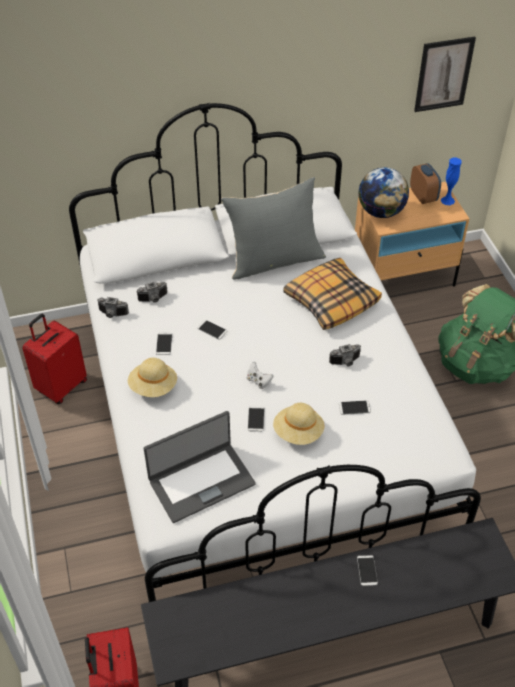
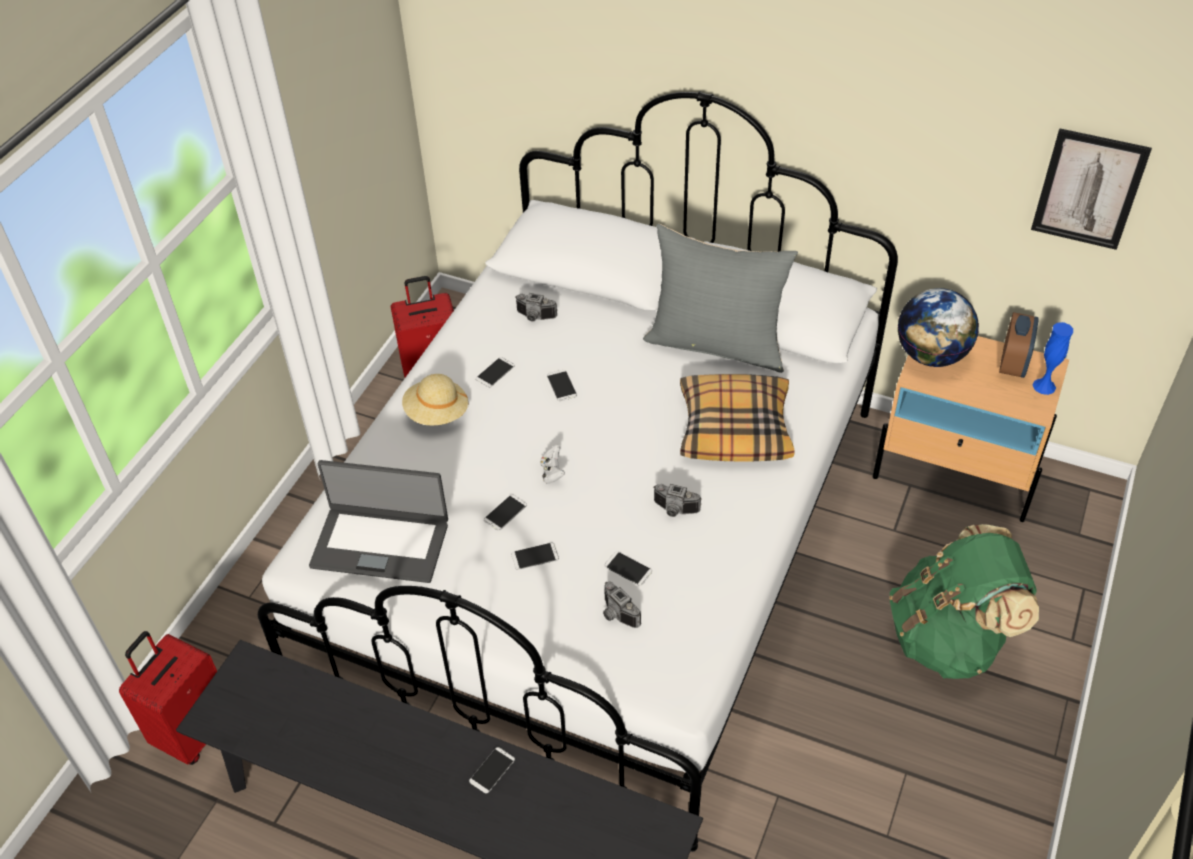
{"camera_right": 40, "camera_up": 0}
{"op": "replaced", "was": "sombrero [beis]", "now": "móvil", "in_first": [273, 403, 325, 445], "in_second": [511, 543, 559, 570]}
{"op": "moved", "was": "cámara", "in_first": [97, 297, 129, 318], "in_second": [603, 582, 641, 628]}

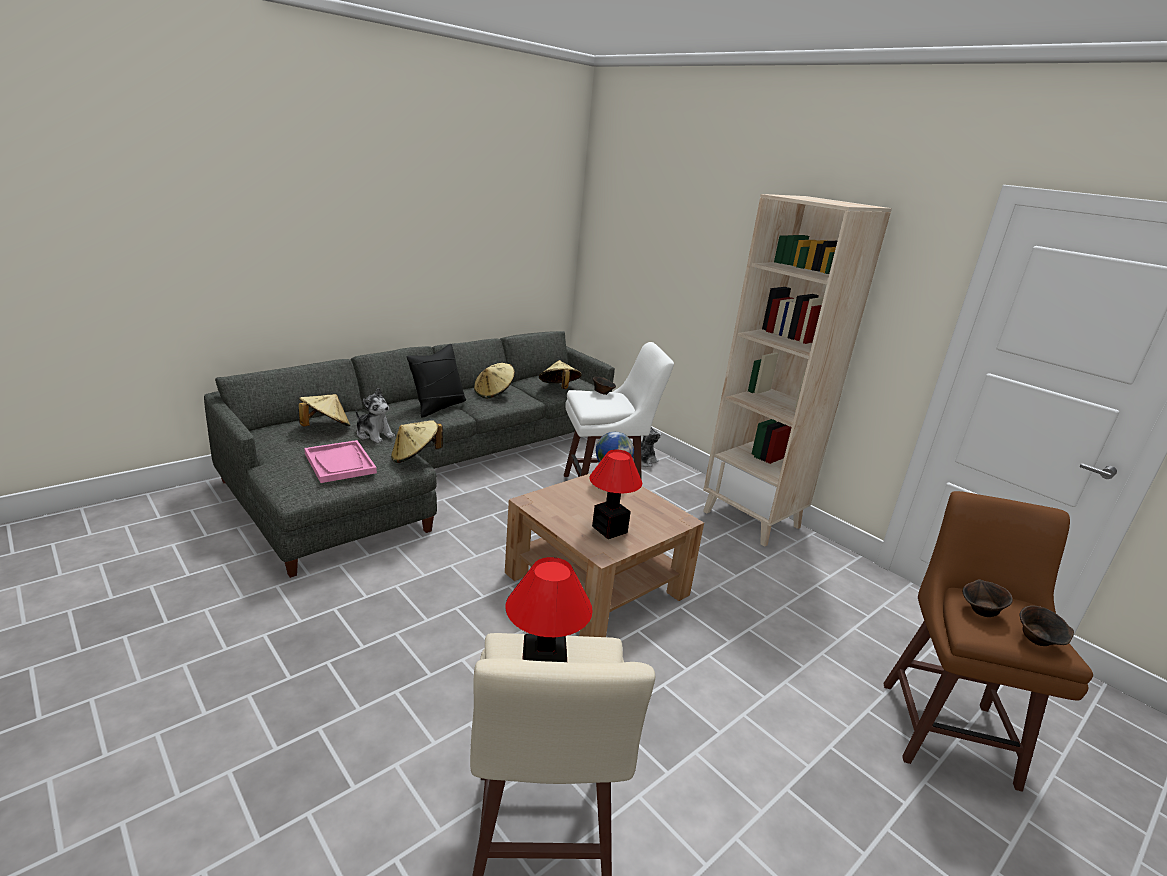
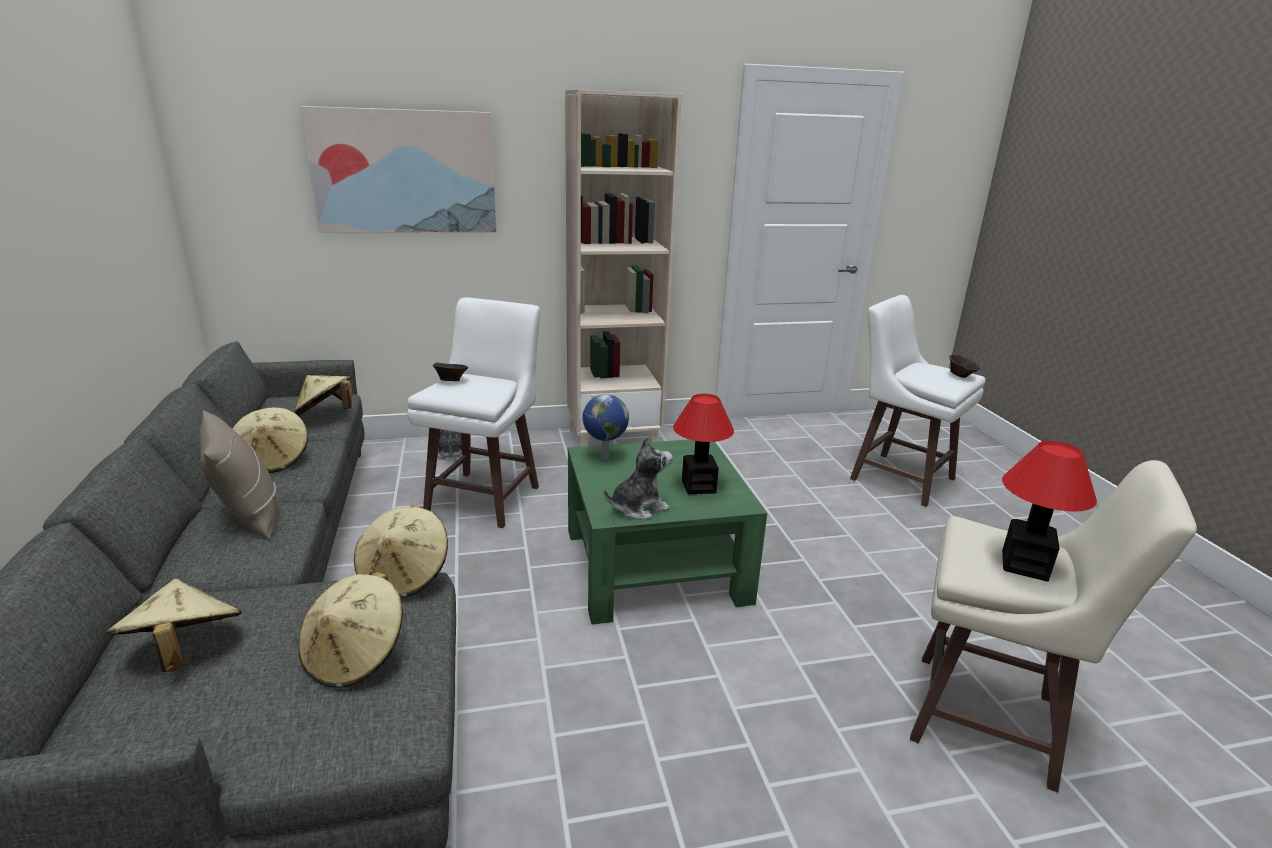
{"camera_right": -60, "camera_up": 0}
{"op": "recoloured", "was": "cojín [negro]", "now": "cojín [beis]", "in_first": [406, 344, 466, 418], "in_second": [200, 410, 276, 540]}
{"op": "replaced", "was": "bandeja [rosa]", "now": "sombrero [beis]", "in_first": [304, 440, 377, 483], "in_second": [298, 572, 403, 688]}
{"op": "added", "now": "cuadro", "in_second": [300, 106, 497, 233]}
{"op": "recoloured", "was": "mesa de centro [marrón]", "now": "mesa de centro [verde]", "in_first": [505, 473, 704, 637], "in_second": [568, 440, 767, 625]}
{"op": "moved", "was": "peluche", "in_first": [355, 388, 395, 443], "in_second": [604, 437, 673, 520]}
{"op": "recoloured", "was": "taburete [marrón]", "now": "taburete [blanco]", "in_first": [883, 491, 1093, 792], "in_second": [850, 295, 986, 507]}
{"op": "removed", "was": "cuenco [marrón]", "in_first": [962, 579, 1013, 617]}

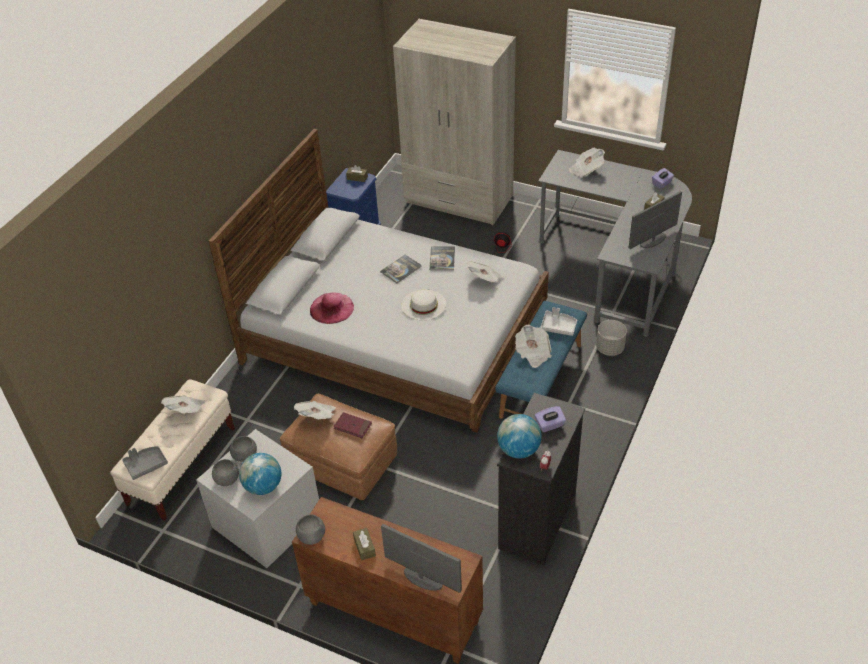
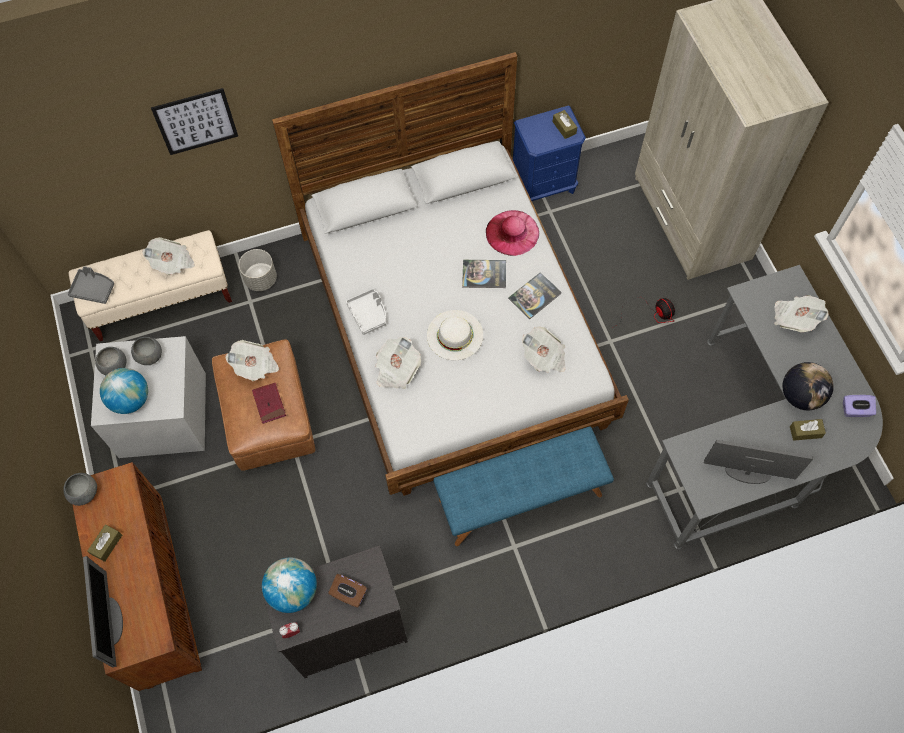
{"camera_right": 45, "camera_up": 20}
{"op": "added", "now": "cuadro", "in_second": [151, 88, 238, 155]}
{"op": "moved", "was": "maceta [gris]", "in_first": [596, 320, 627, 356], "in_second": [239, 249, 277, 291]}
{"op": "recoloured", "was": "caja de pañuelos [morado]", "now": "caja de pañuelos [marrón]", "in_first": [535, 406, 566, 432], "in_second": [328, 574, 367, 608]}
{"op": "moved", "was": "bandeja [gris]", "in_first": [540, 307, 577, 336], "in_second": [346, 289, 386, 335]}
{"op": "moved", "was": "periódico", "in_first": [515, 325, 552, 368], "in_second": [375, 337, 421, 389]}
{"op": "moved", "was": "sombrero [rosa]", "in_first": [310, 293, 354, 324], "in_second": [486, 210, 539, 256]}
{"op": "added", "now": "globo terráqueo", "in_second": [783, 362, 834, 410]}

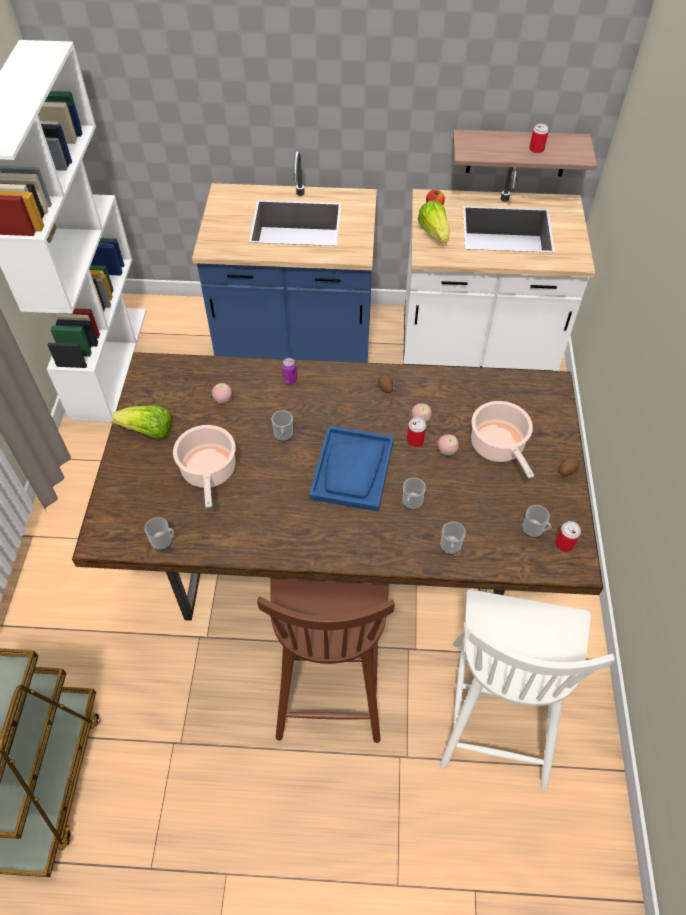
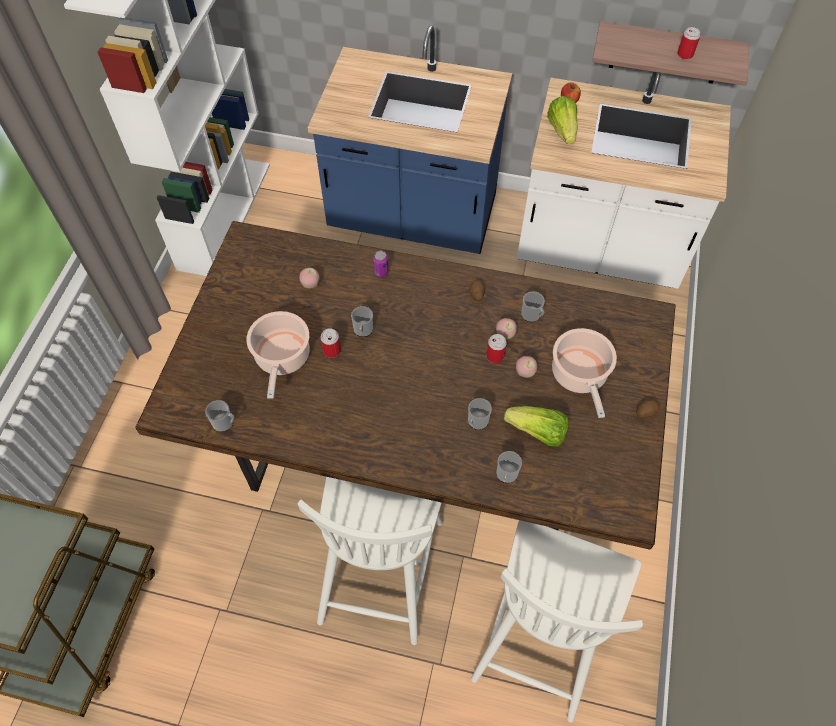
{"camera_right": 10, "camera_up": 5}
{"op": "recoloured", "was": "silla [marrón]", "now": "silla [blanco]", "in_first": [257, 577, 395, 743], "in_second": [298, 477, 443, 645]}
{"op": "moved", "was": "lata", "in_first": [555, 521, 581, 552], "in_second": [321, 328, 341, 358]}
{"op": "moved", "was": "lechuga", "in_first": [112, 406, 172, 439], "in_second": [504, 406, 569, 446]}
{"op": "moved", "was": "taza grande", "in_first": [522, 505, 552, 538], "in_second": [521, 292, 545, 322]}
{"op": "removed", "was": "bandeja [azul]", "in_first": [309, 425, 394, 511]}

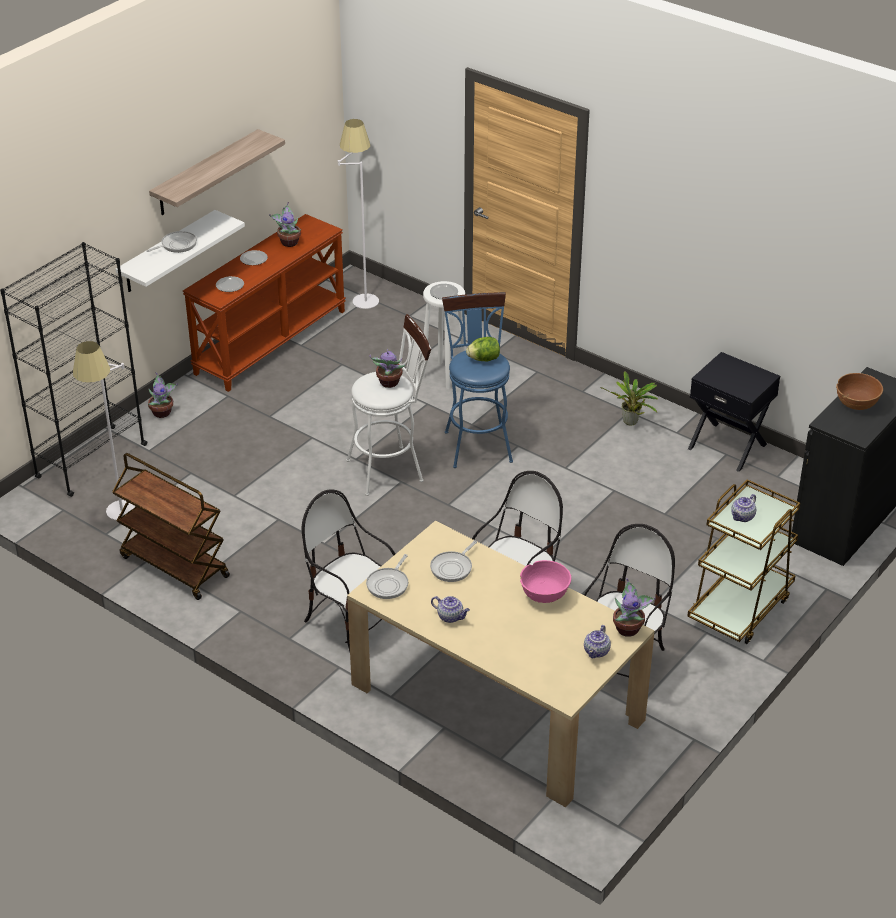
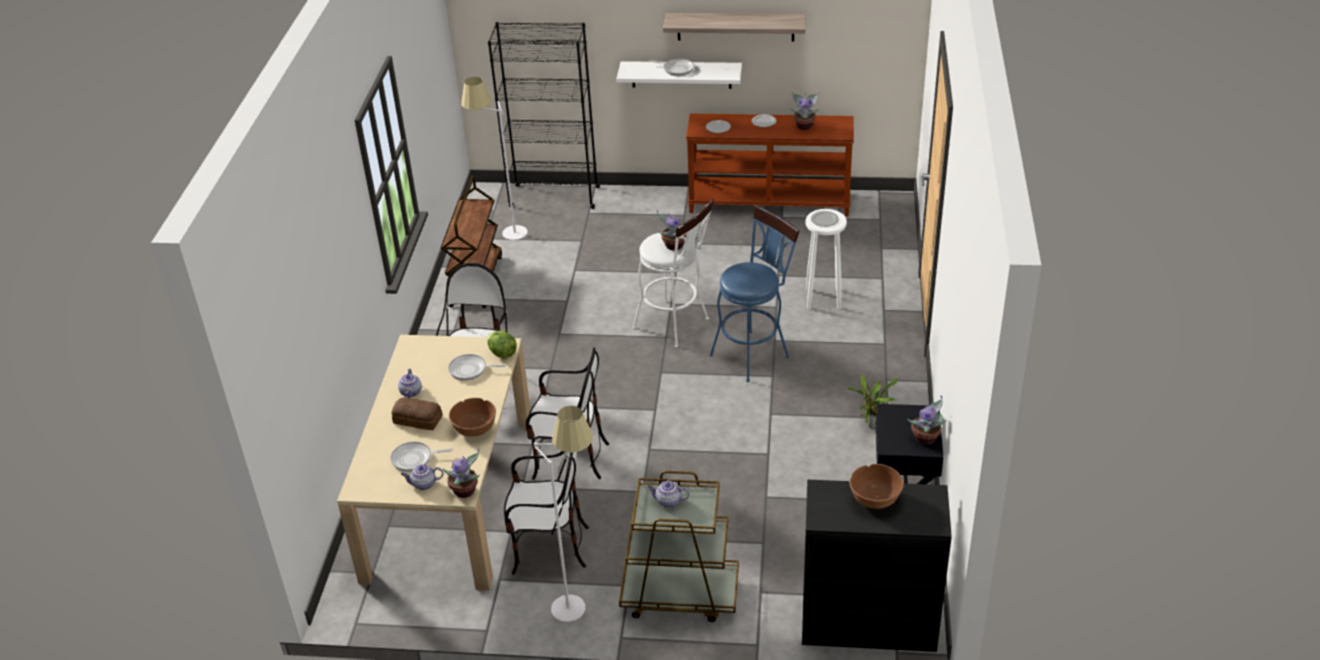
{"camera_right": 60, "camera_up": 0}
{"op": "added", "now": "pan", "in_second": [391, 397, 443, 430]}
{"op": "moved", "was": "sartén", "in_first": [366, 554, 408, 599], "in_second": [391, 442, 453, 472]}
{"op": "recoloured", "was": "cuenco [rosa]", "now": "cuenco [marrón]", "in_first": [520, 560, 571, 603], "in_second": [449, 398, 496, 437]}
{"op": "moved", "was": "lechuga", "in_first": [466, 337, 500, 361], "in_second": [487, 331, 517, 359]}
{"op": "moved", "was": "lámpara de pie [blanco]", "in_first": [338, 119, 379, 309], "in_second": [534, 406, 593, 622]}
{"op": "moved", "was": "planta en maceta", "in_first": [148, 373, 178, 418], "in_second": [907, 395, 946, 445]}

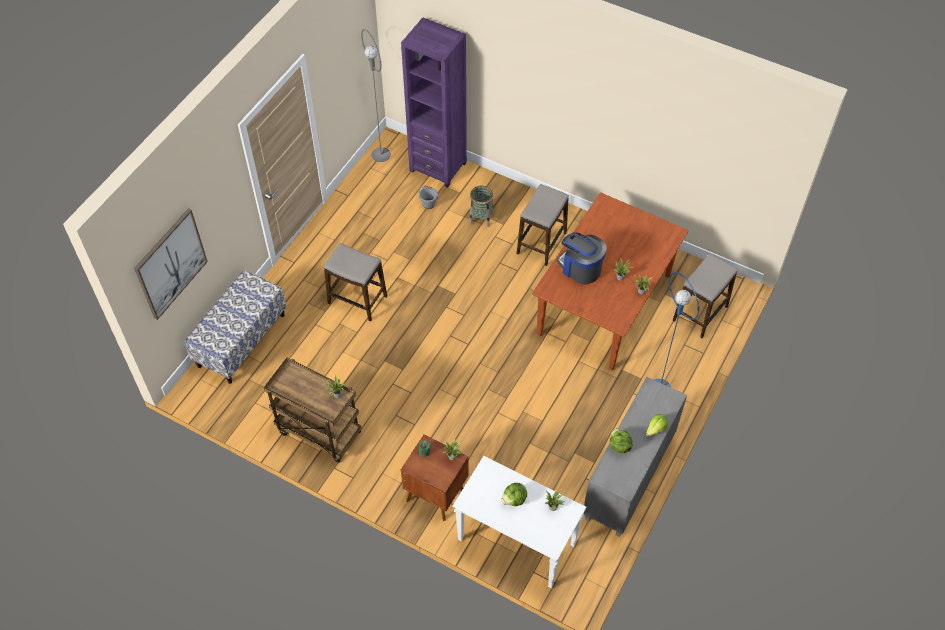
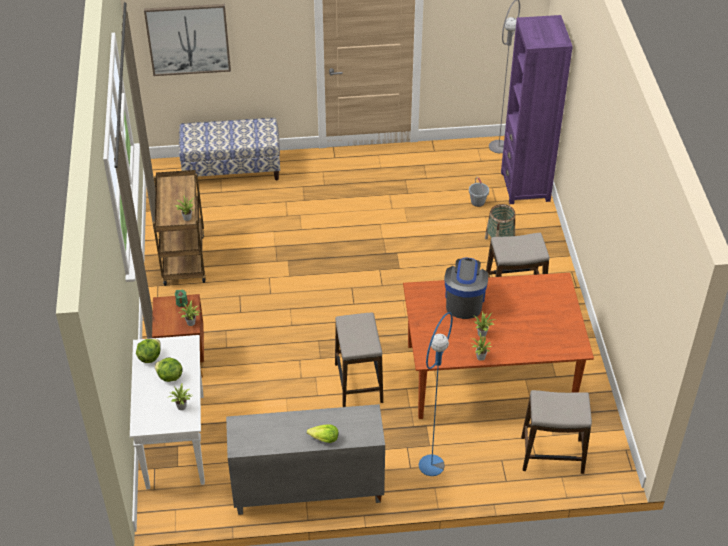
{"camera_right": 55, "camera_up": -10}
{"op": "moved", "was": "lechuga", "in_first": [610, 429, 632, 453], "in_second": [136, 339, 161, 363]}
{"op": "moved", "was": "taburete", "in_first": [324, 243, 387, 322], "in_second": [335, 312, 383, 407]}

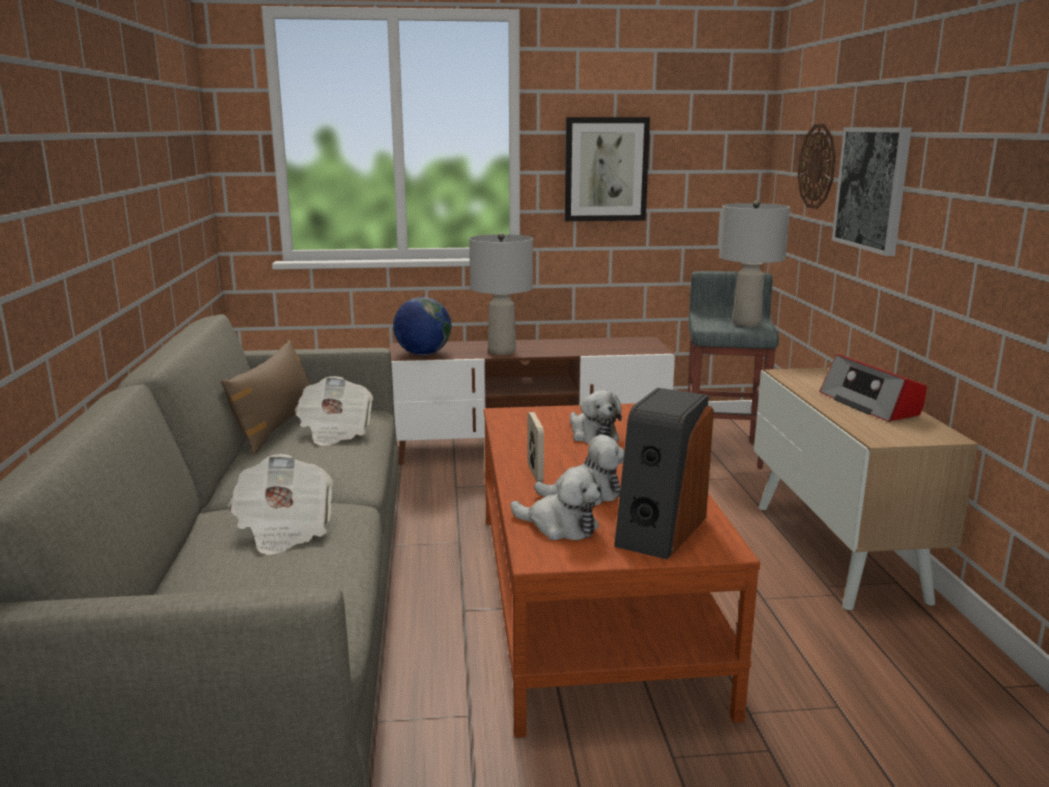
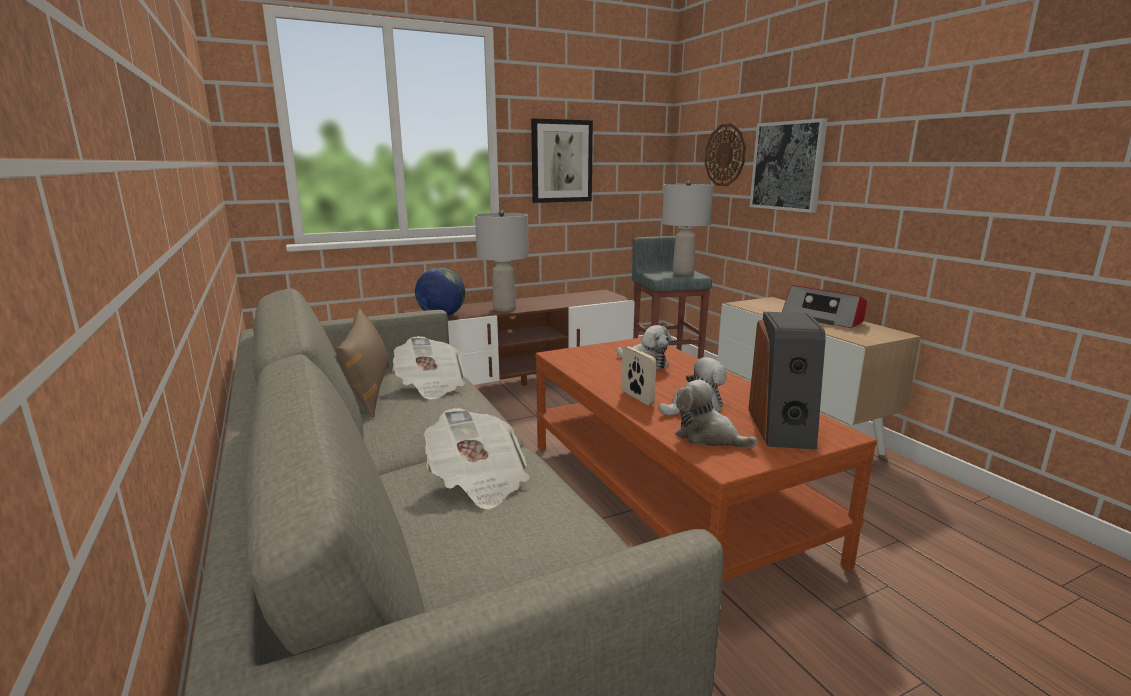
{"camera_right": -20, "camera_up": 0}
{"op": "turned", "was": "peluche", "in_first": [510, 466, 601, 540], "in_second": [675, 379, 758, 449], "clockwise": -150}

